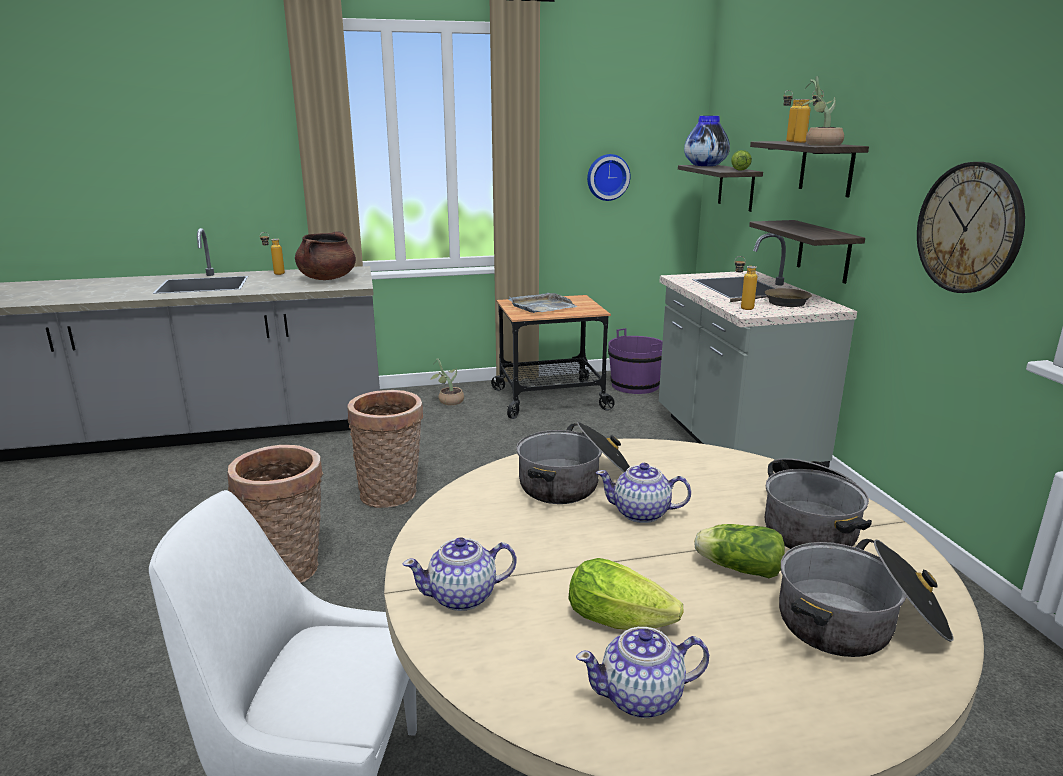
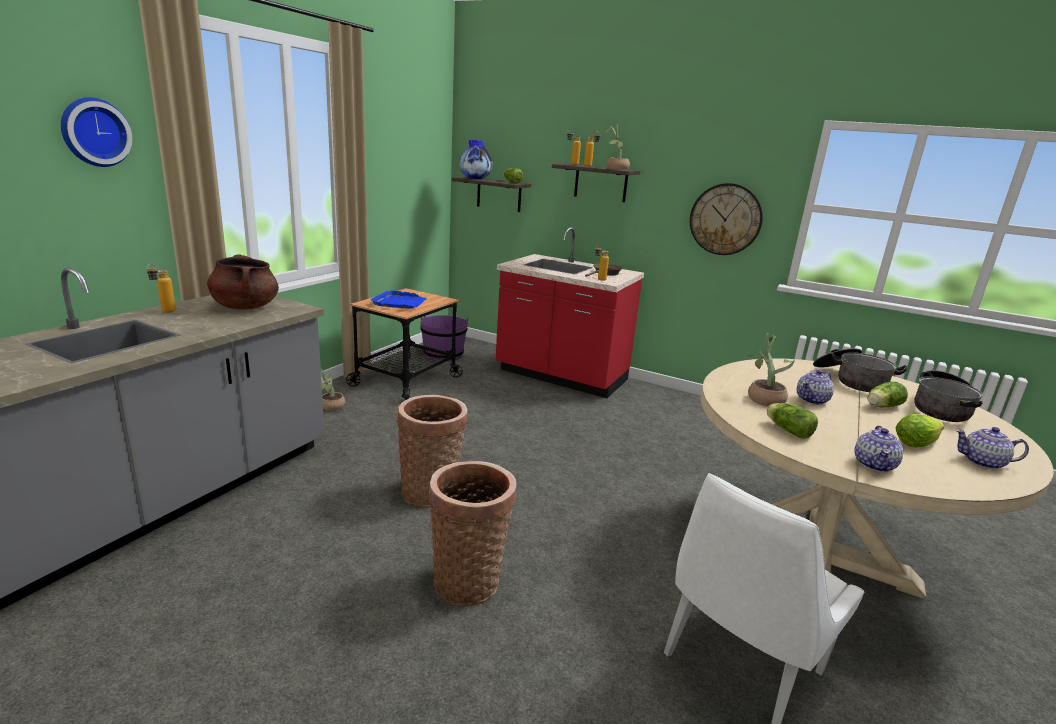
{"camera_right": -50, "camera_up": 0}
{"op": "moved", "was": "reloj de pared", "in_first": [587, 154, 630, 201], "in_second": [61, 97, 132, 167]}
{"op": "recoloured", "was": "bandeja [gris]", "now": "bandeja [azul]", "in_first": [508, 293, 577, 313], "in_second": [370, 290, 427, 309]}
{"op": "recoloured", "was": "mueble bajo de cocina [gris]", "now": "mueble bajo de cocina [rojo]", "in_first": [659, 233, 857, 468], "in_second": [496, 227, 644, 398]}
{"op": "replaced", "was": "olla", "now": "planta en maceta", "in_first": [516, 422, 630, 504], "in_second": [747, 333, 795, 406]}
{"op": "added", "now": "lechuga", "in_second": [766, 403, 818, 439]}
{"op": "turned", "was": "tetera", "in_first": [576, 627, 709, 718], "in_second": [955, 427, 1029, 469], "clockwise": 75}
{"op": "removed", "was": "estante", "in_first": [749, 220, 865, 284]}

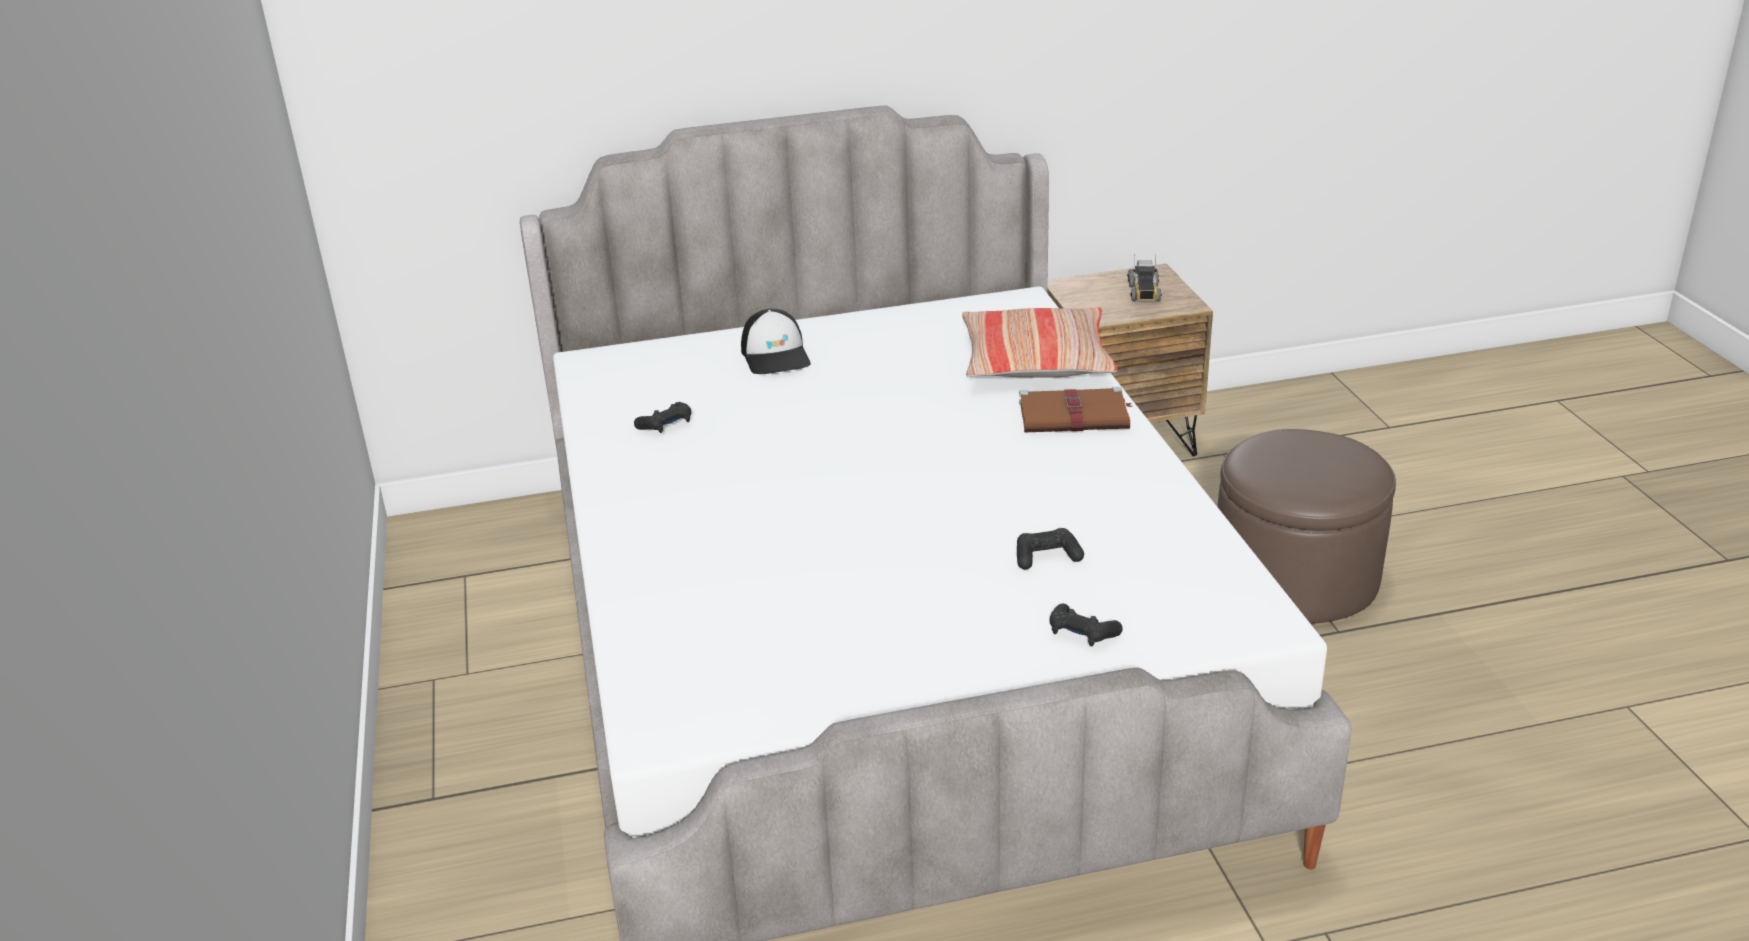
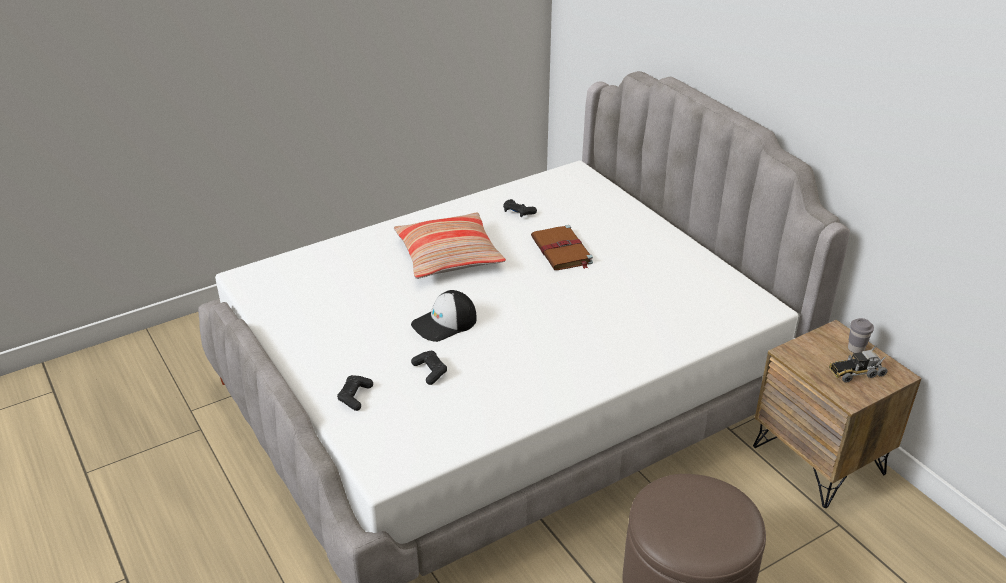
{"camera_right": 70, "camera_up": 5}
{"op": "moved", "was": "cojín", "in_first": [962, 307, 1118, 377], "in_second": [394, 213, 506, 279]}
{"op": "moved", "was": "gorra", "in_first": [741, 309, 811, 374], "in_second": [411, 290, 477, 342]}
{"op": "moved", "was": "libro [marrón]", "in_first": [1019, 387, 1133, 432], "in_second": [531, 225, 593, 270]}
{"op": "added", "now": "taza [gris]", "in_second": [848, 318, 874, 353]}

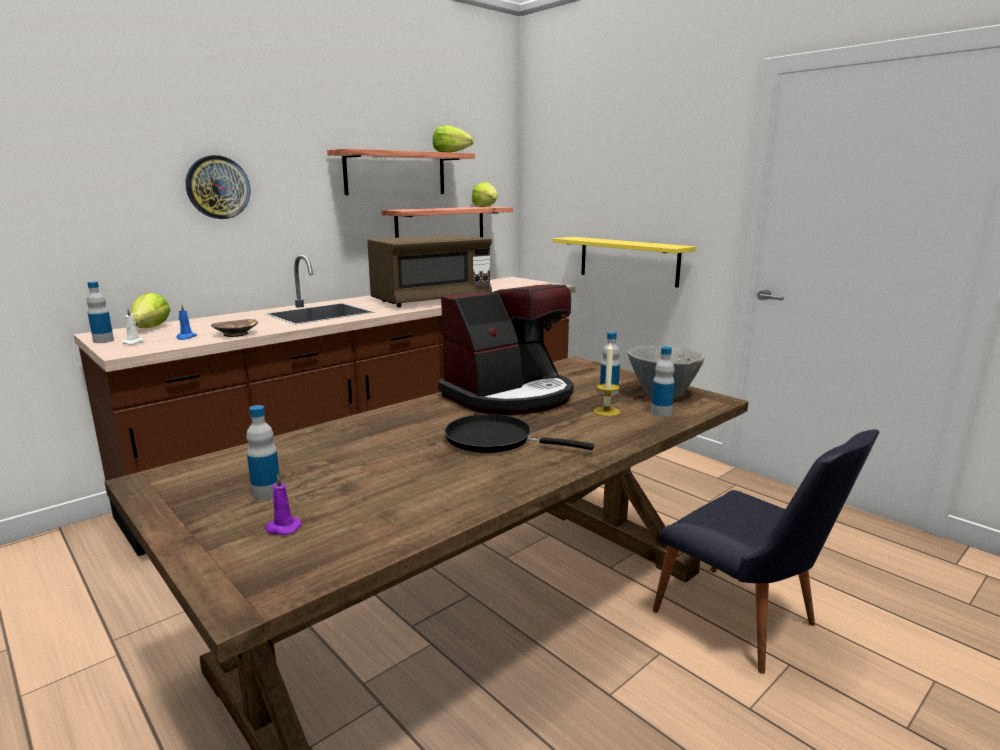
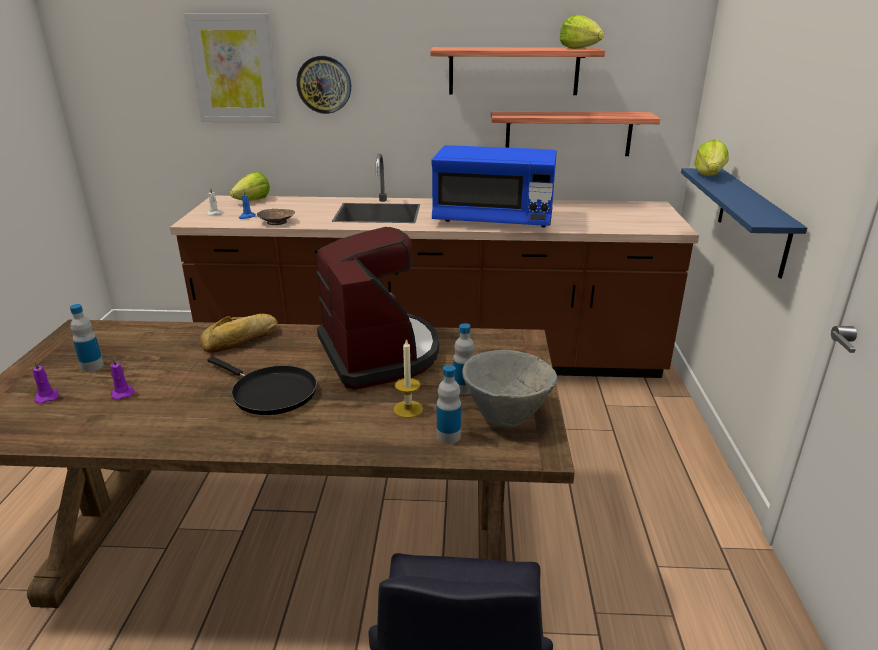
{"camera_right": 45, "camera_up": 10}
{"op": "added", "now": "vela [morado]", "in_second": [110, 357, 135, 399]}
{"op": "added", "now": "cuadro", "in_second": [184, 14, 281, 123]}
{"op": "added", "now": "pan", "in_second": [200, 314, 278, 353]}
{"op": "turned", "was": "sartén [negro]", "in_first": [444, 414, 594, 453], "in_second": [207, 356, 317, 415], "clockwise": 150}
{"op": "turned", "was": "cafetera", "in_first": [438, 284, 574, 415], "in_second": [316, 227, 439, 390], "clockwise": -120}
{"op": "recoloured", "was": "microondas [marrón]", "now": "microondas [azul]", "in_first": [367, 235, 492, 307], "in_second": [431, 145, 557, 228]}
{"op": "recoloured", "was": "estante [amarillo]", "now": "estante [azul]", "in_first": [552, 237, 696, 288], "in_second": [681, 168, 807, 279]}
{"op": "moved", "was": "lechuga", "in_first": [472, 182, 498, 207], "in_second": [694, 140, 728, 176]}
{"op": "removed", "was": "botella", "in_first": [86, 281, 114, 343]}

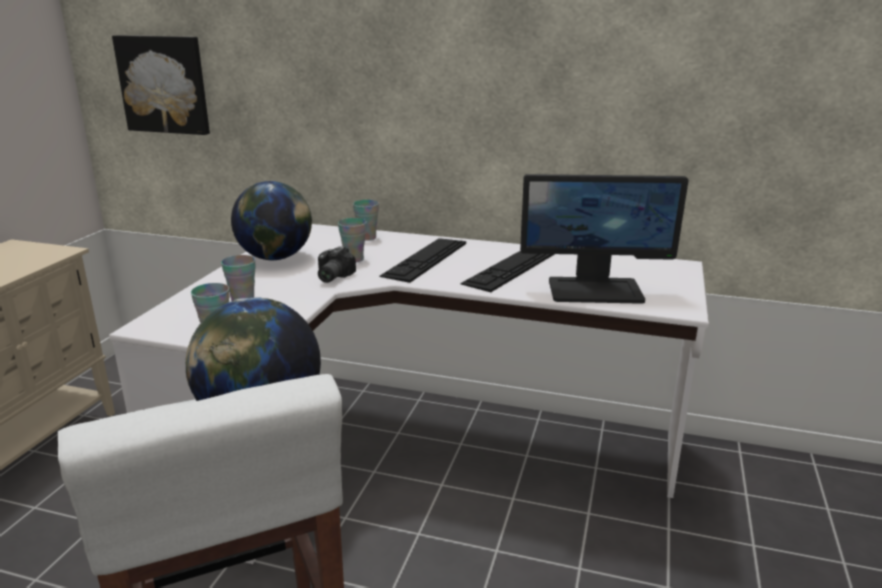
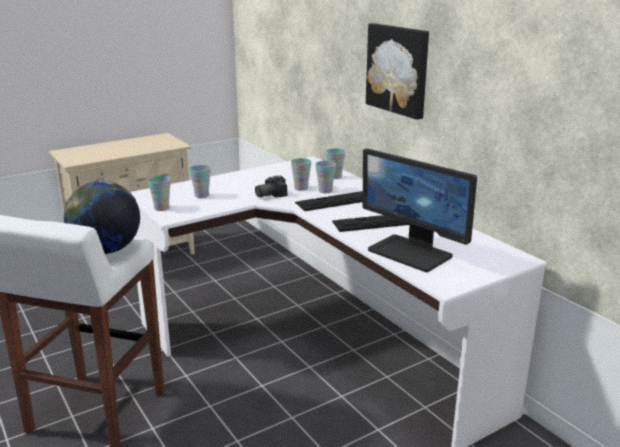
{"camera_right": 40, "camera_up": 0}
{"op": "added", "now": "taza", "in_second": [316, 161, 336, 193]}
{"op": "moved", "was": "cuadro", "in_first": [112, 35, 210, 135], "in_second": [366, 23, 429, 120]}
{"op": "removed", "was": "globo terráqueo", "in_first": [231, 181, 312, 261]}

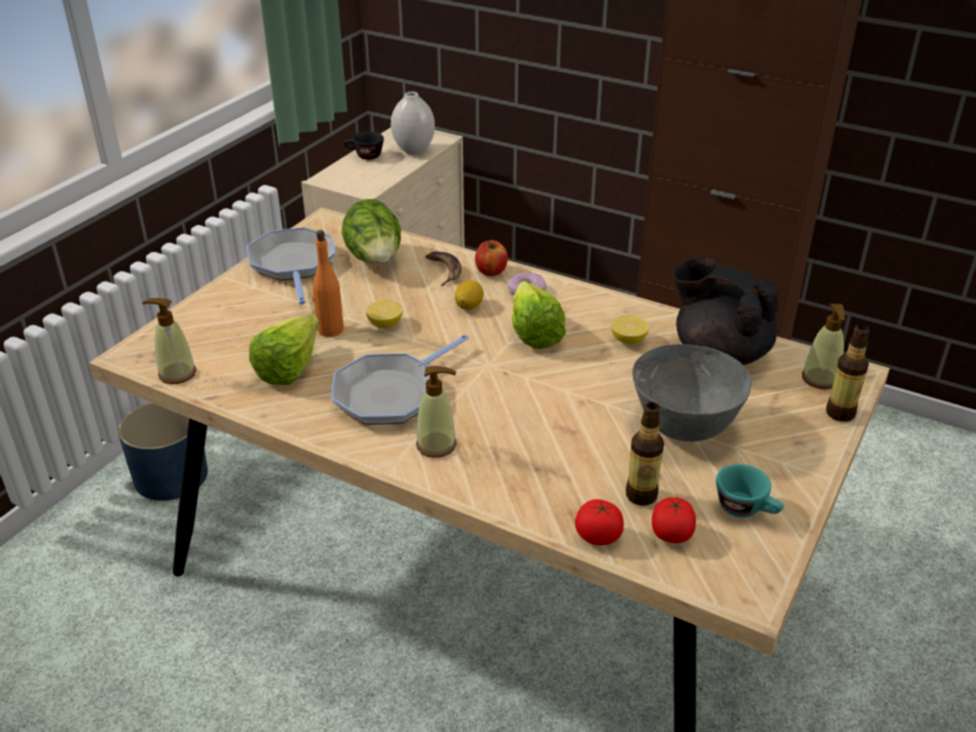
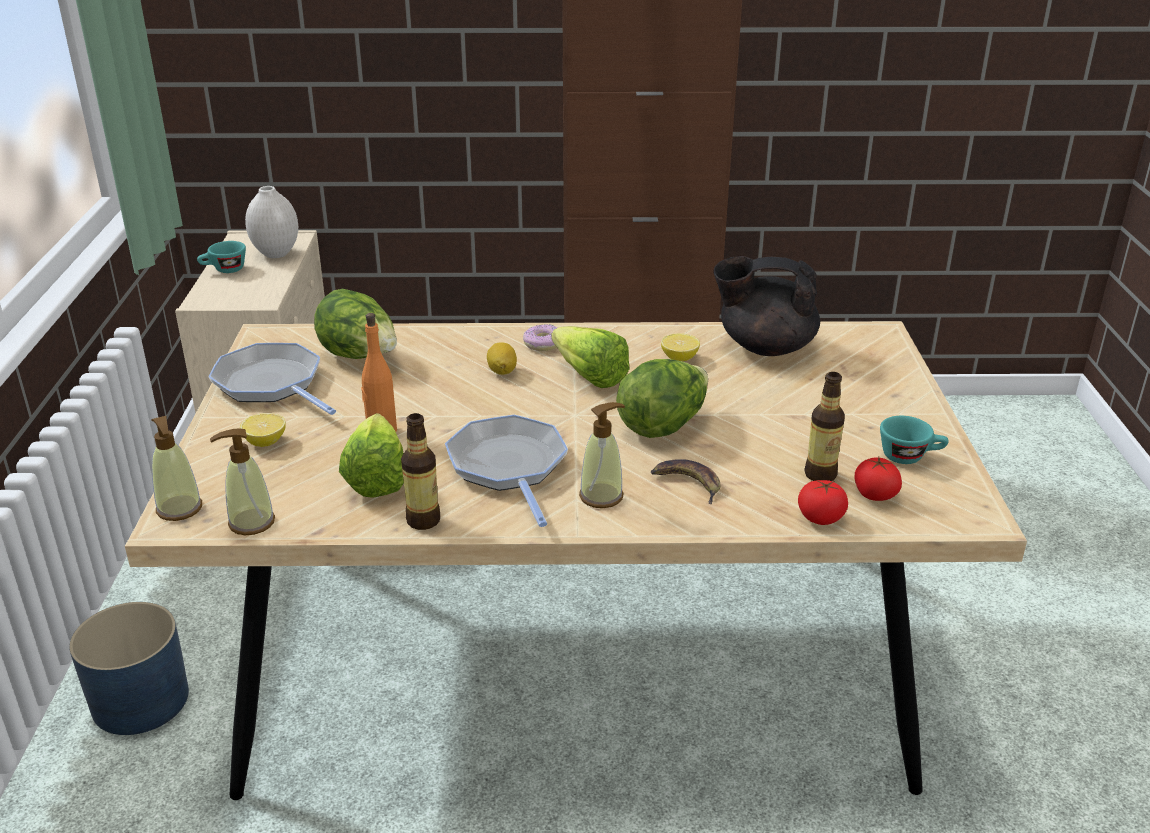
{"camera_right": -30, "camera_up": -5}
{"op": "moved", "was": "dispensador de jabón", "in_first": [802, 304, 845, 389], "in_second": [151, 416, 202, 521]}
{"op": "recoloured", "was": "taza [negro]", "now": "taza [turquesa]", "in_first": [344, 132, 384, 160], "in_second": [197, 241, 246, 273]}
{"op": "moved", "was": "limón", "in_first": [366, 300, 403, 328], "in_second": [240, 413, 286, 447]}
{"op": "moved", "was": "botella", "in_first": [826, 324, 870, 422], "in_second": [401, 413, 440, 530]}
{"op": "turned", "was": "sartén", "in_first": [331, 334, 469, 425], "in_second": [445, 415, 568, 527], "clockwise": 150}
{"op": "added", "now": "lechuga", "in_second": [616, 359, 708, 438]}
{"op": "moved", "was": "plátano", "in_first": [425, 252, 461, 286], "in_second": [651, 459, 721, 504]}
{"op": "removed", "was": "manzana", "in_first": [475, 240, 508, 276]}
{"op": "removed", "was": "cuenco [gris]", "in_first": [632, 344, 752, 442]}

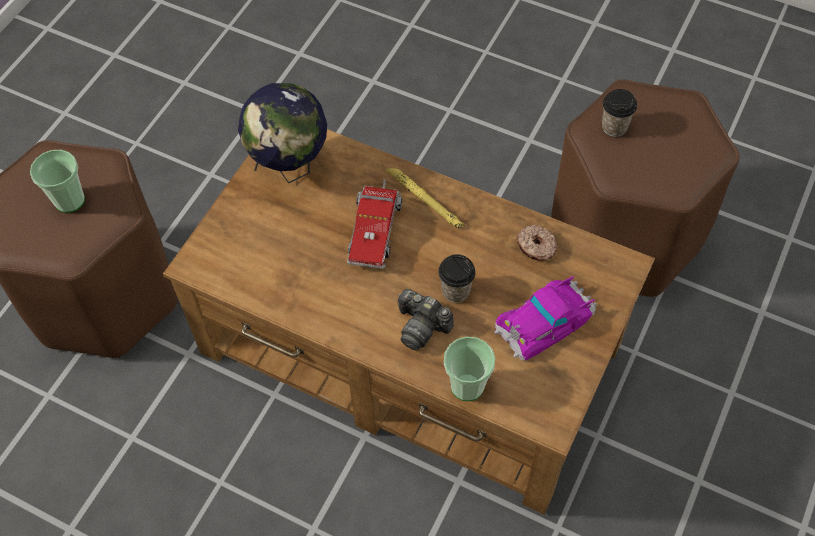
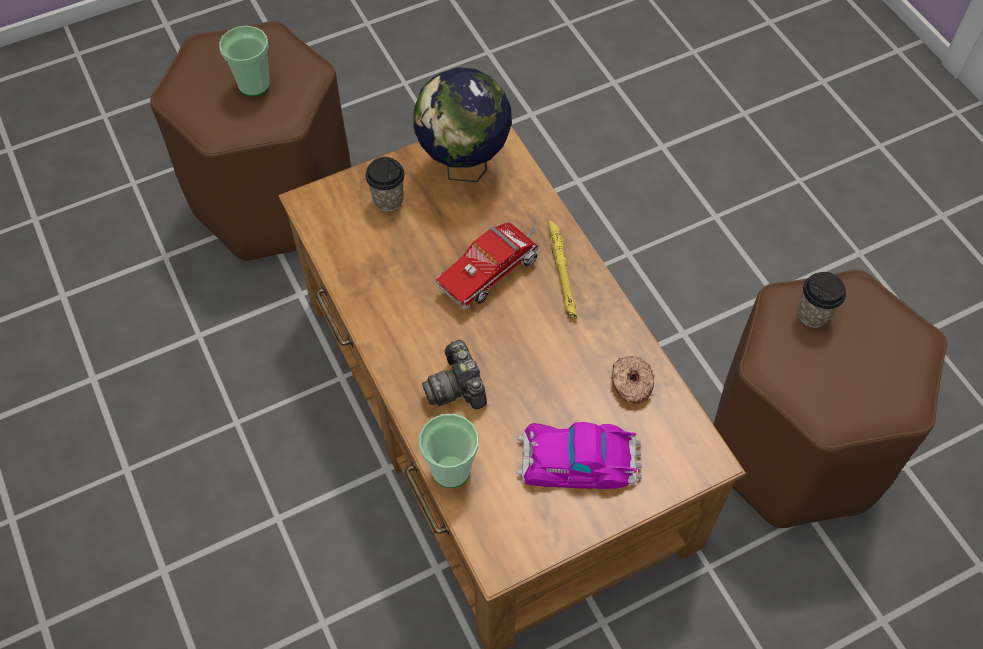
{"camera_right": 35, "camera_up": 0}
{"op": "moved", "was": "taza", "in_first": [438, 254, 476, 303], "in_second": [365, 157, 405, 211]}

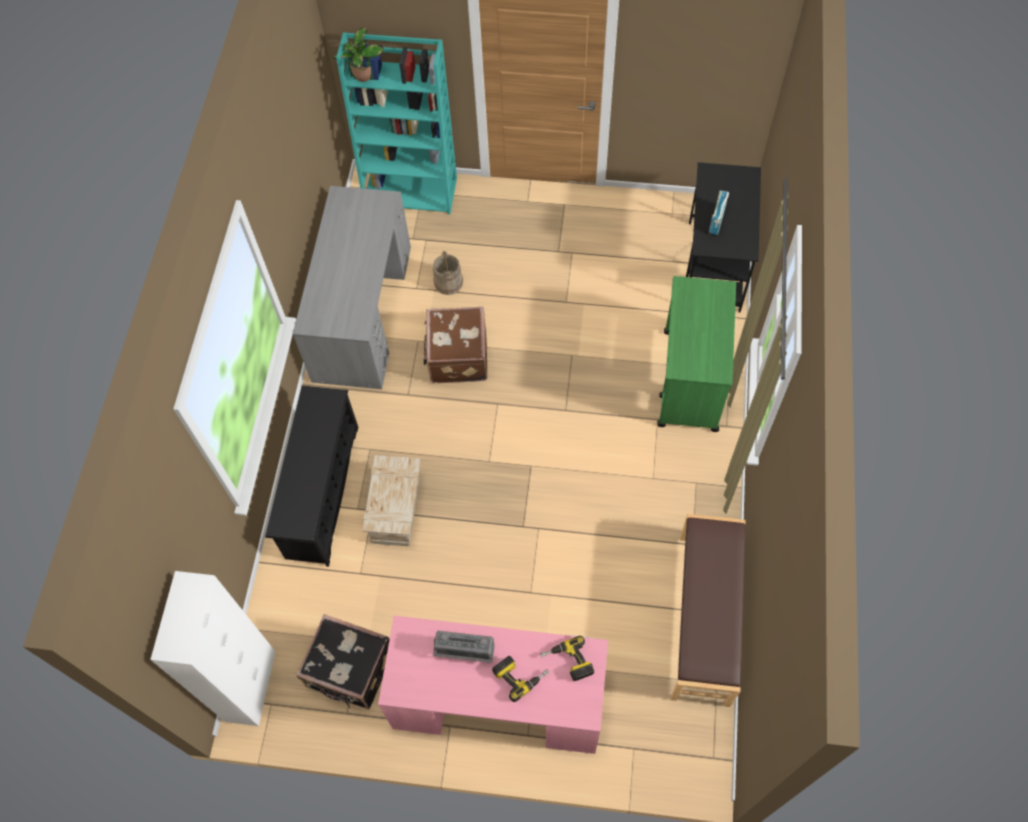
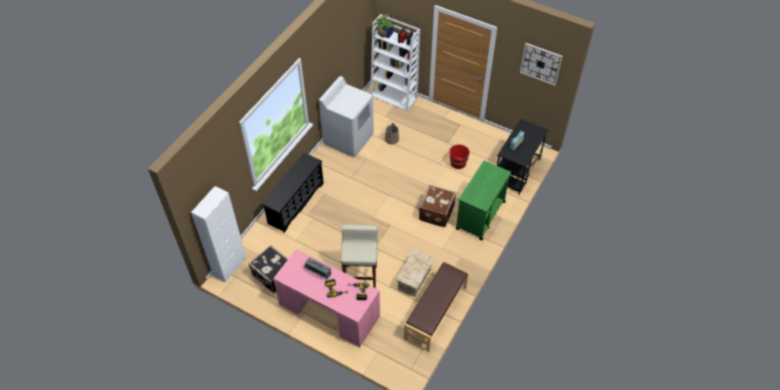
{"camera_right": 20, "camera_up": -10}
{"op": "replaced", "was": "escritorio [gris]", "now": "lavadora [blanco]", "in_first": [293, 186, 411, 389], "in_second": [319, 76, 374, 157]}
{"op": "added", "now": "taburete [beis]", "in_second": [341, 225, 378, 288]}
{"op": "recoloured", "was": "estantería [turquesa]", "now": "estantería [blanco]", "in_first": [336, 32, 457, 214], "in_second": [370, 14, 420, 112]}
{"op": "moved", "was": "caja de embalaje", "in_first": [363, 455, 420, 546], "in_second": [396, 249, 435, 297]}
{"op": "moved", "was": "maleta [marrón]", "in_first": [423, 307, 487, 383], "in_second": [418, 185, 456, 227]}
{"op": "added", "now": "cubo [rojo]", "in_second": [449, 145, 470, 169]}
{"op": "added", "now": "reloj de pared", "in_second": [520, 43, 563, 86]}

